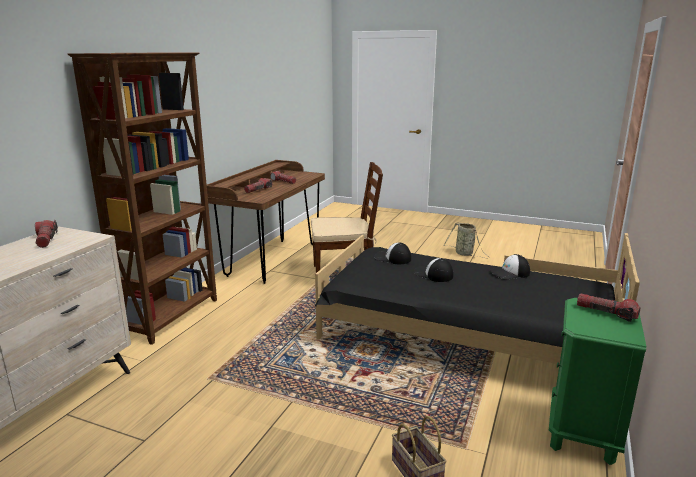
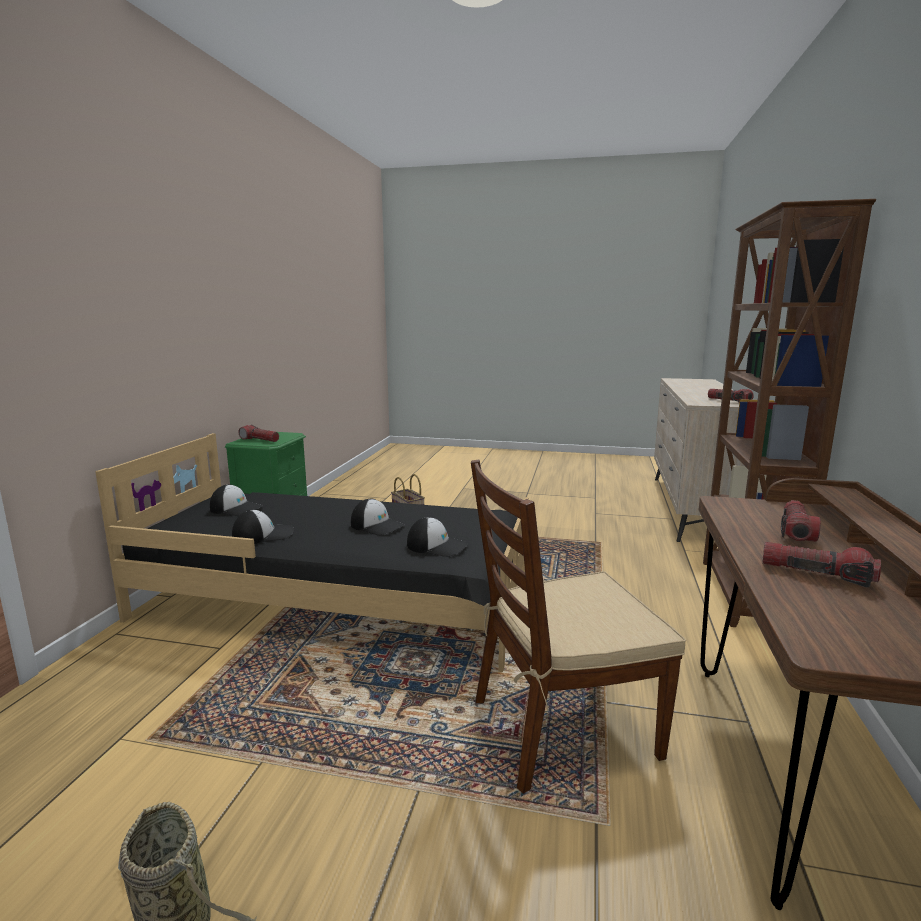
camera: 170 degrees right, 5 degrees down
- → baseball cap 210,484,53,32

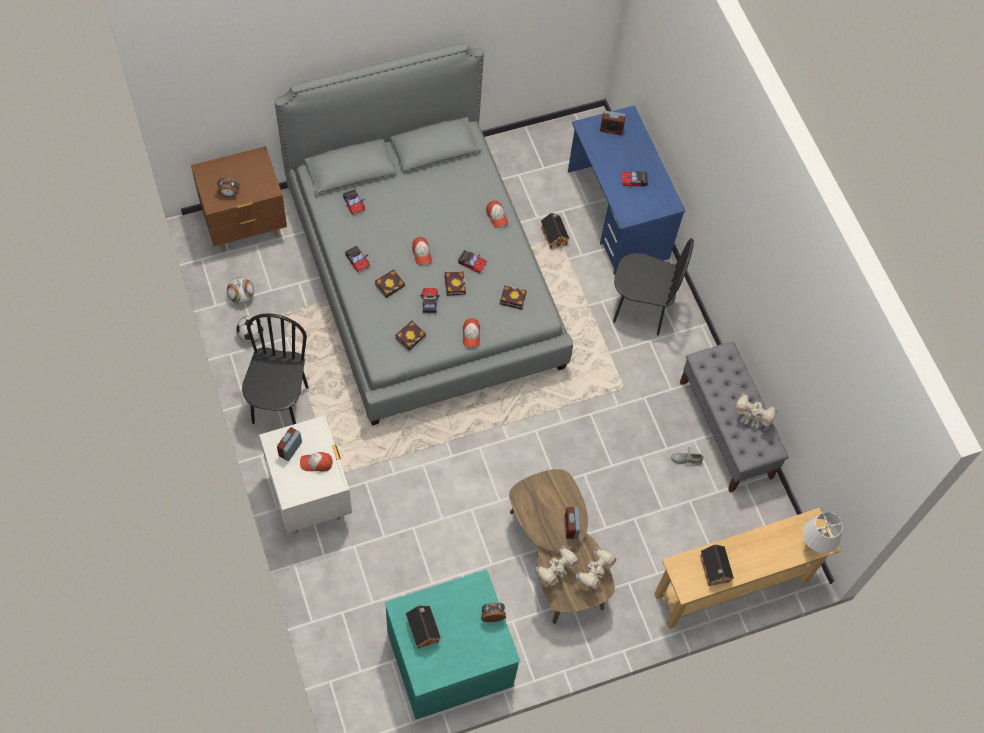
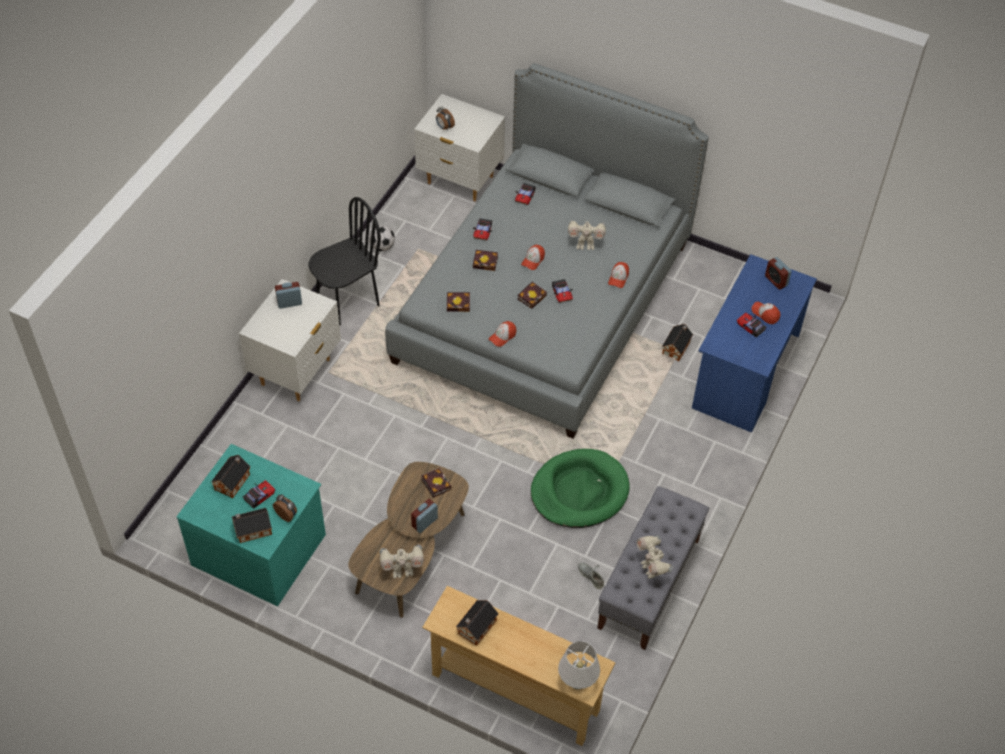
camera: 50 degrees right, 10 degrees down
brown night table 191,146,96,105 → whitish night table 414,94,91,107
football ball 227,277,27,27 → -
baseball cap 300,452,33,20 → baseball cap 752,302,28,22, moved
toy car 420,288,20,25 → toy car 243,480,32,29, moved
bound book 500,285,27,24 → bound book 421,468,30,30, moved
robot figure 535,546,44,40 → robot figure 568,220,38,30, moved
blackish chair 613,238,81,98 → -
- → miniature house 232,508,40,35
- → green pet bed 531,449,99,79

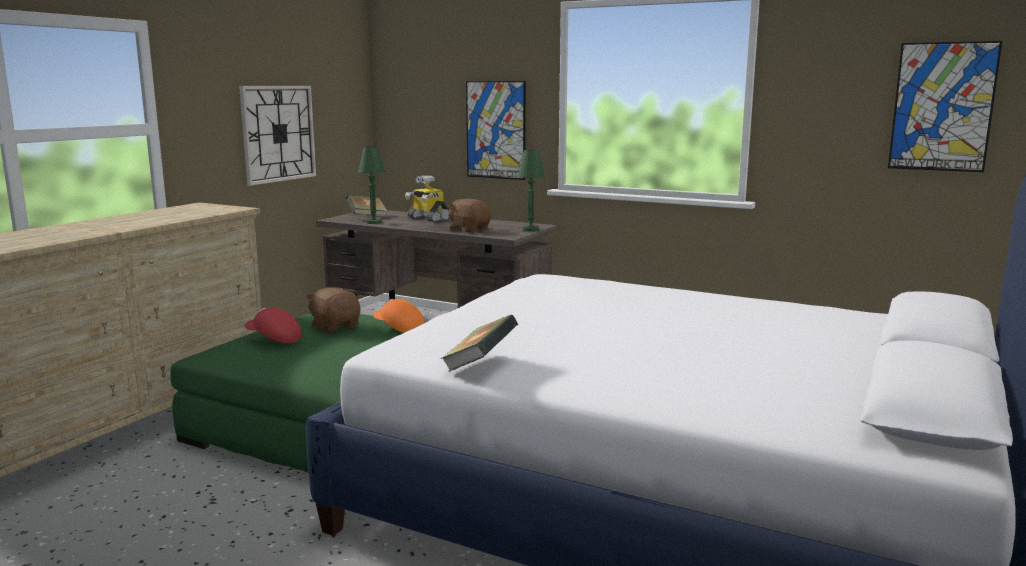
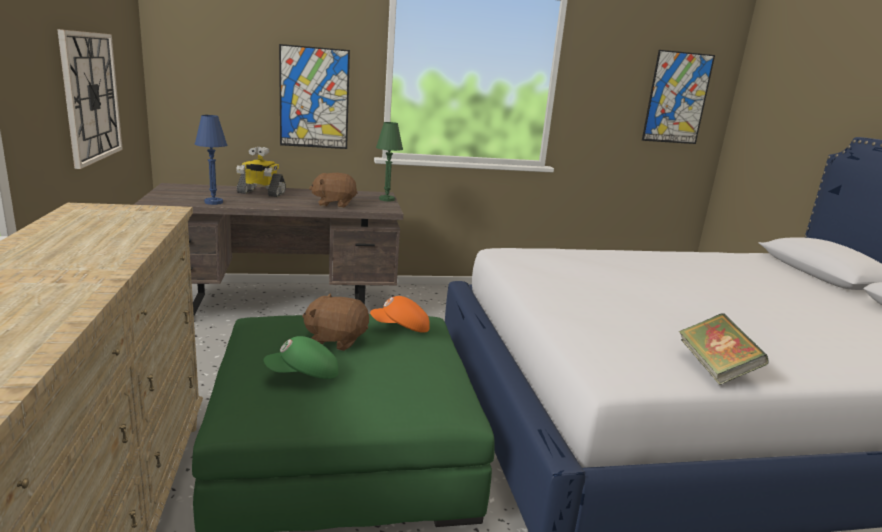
camera: 40 degrees left, 5 degrees up
red baseball cap 245,307,56,36 → green baseball cap 264,336,74,43
bound book 346,195,41,22 → -
green lamp for a table 358,146,27,78 → bluish lamp for a table 195,115,32,90

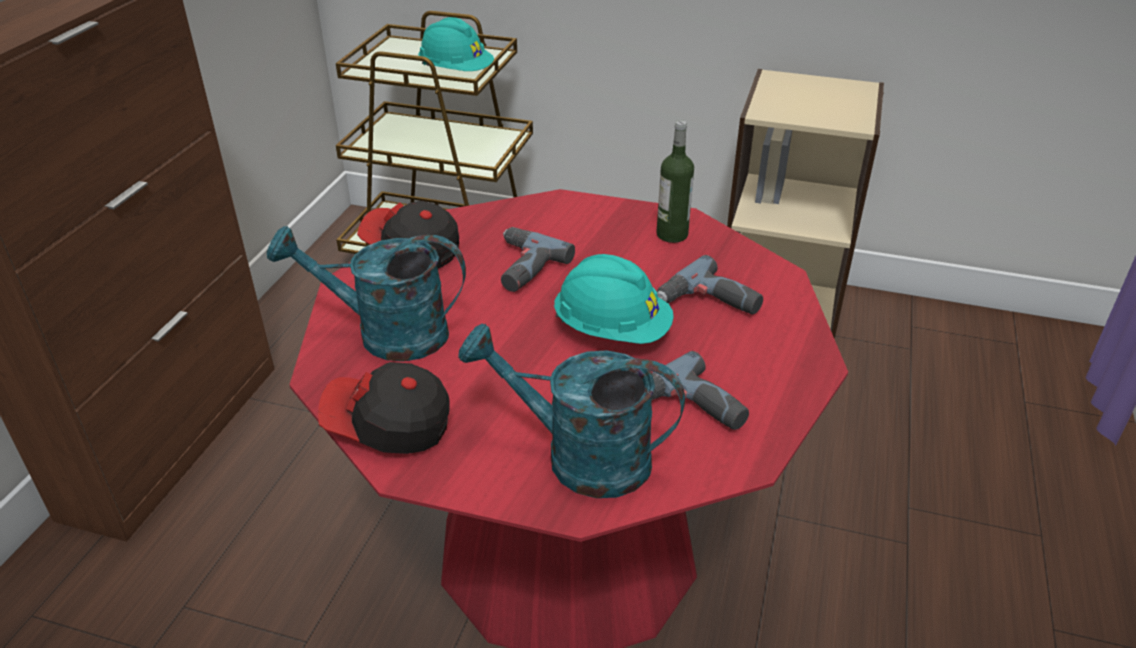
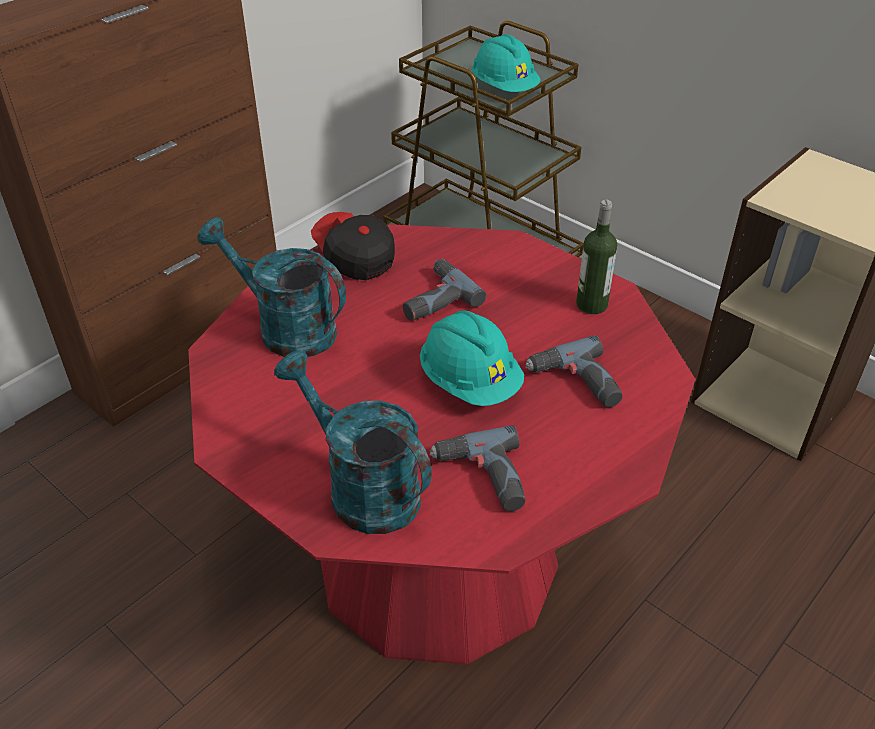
camera: 25 degrees right, 5 degrees up
baseball cap 318,362,132,92 → -

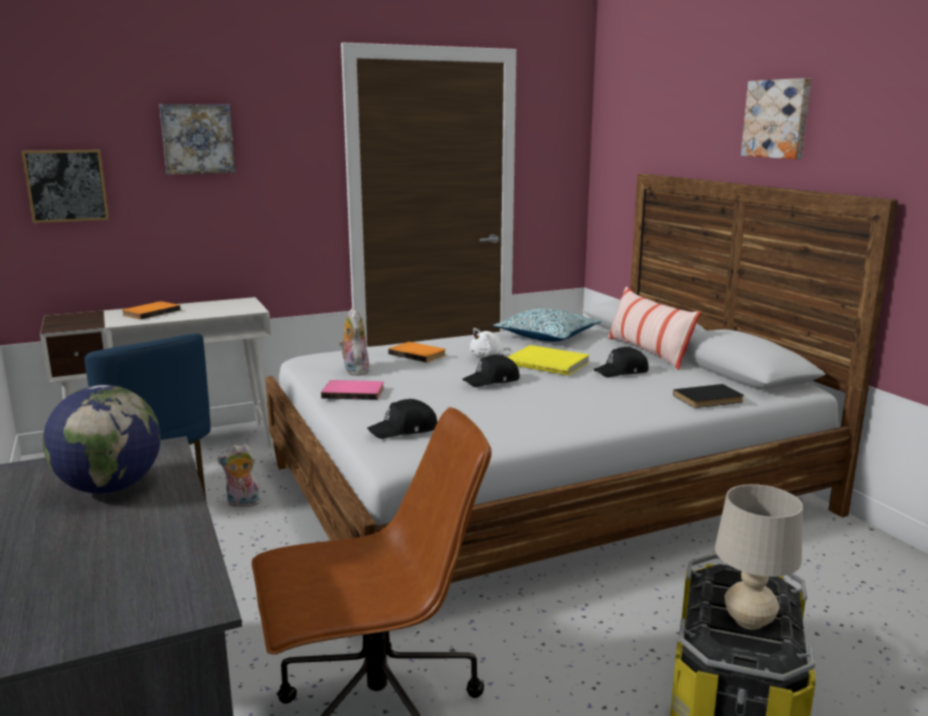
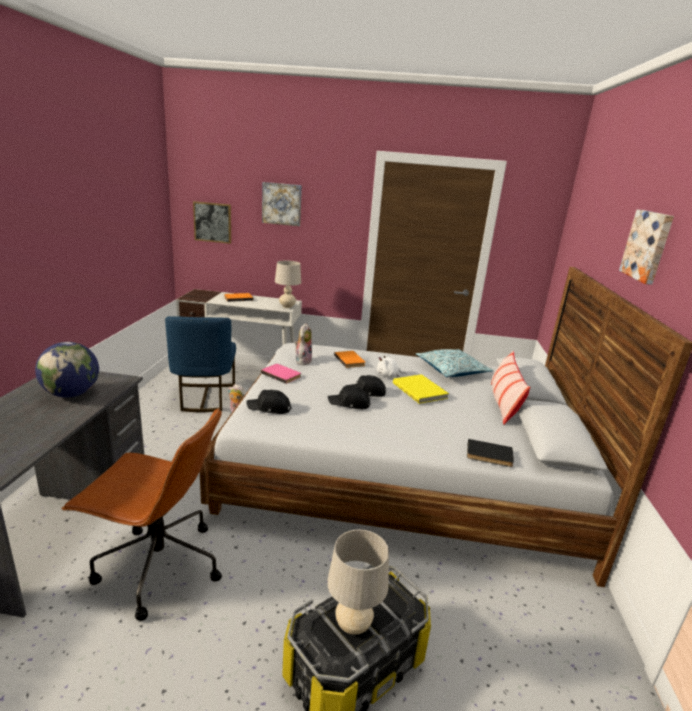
camera: 30 degrees right, 5 degrees up
blackish baseball cap 594,347,55,30 → blackish baseball cap 328,386,43,23, moved
- → beige lamp for a table 275,260,26,48

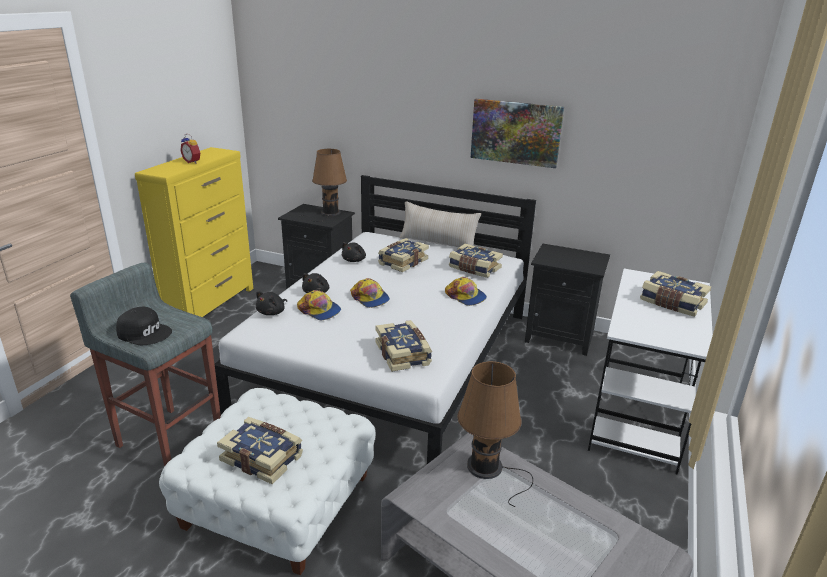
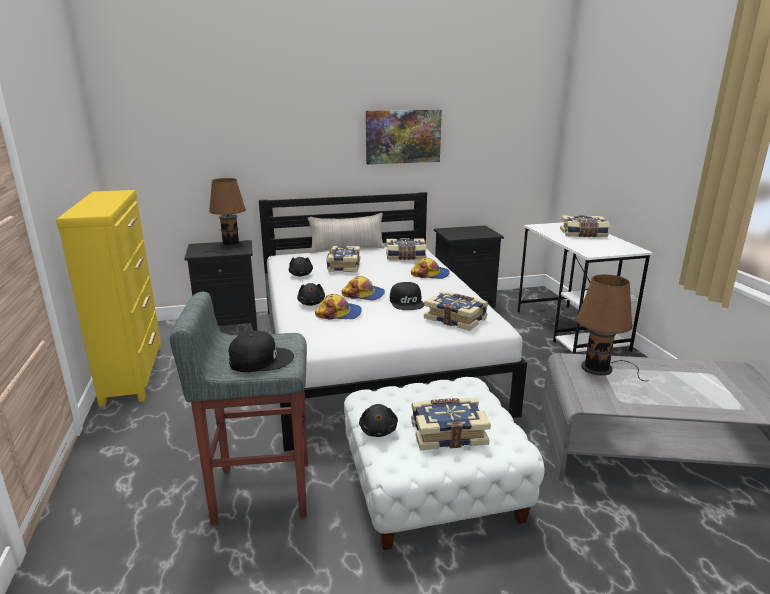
camera: 35 degrees left, 5 degrees down
table clock 180,134,20,29 → -
blackish plush toy 256,291,31,24 → blackish plush toy 359,404,39,33, moved
- → blackish baseball cap 390,282,34,28

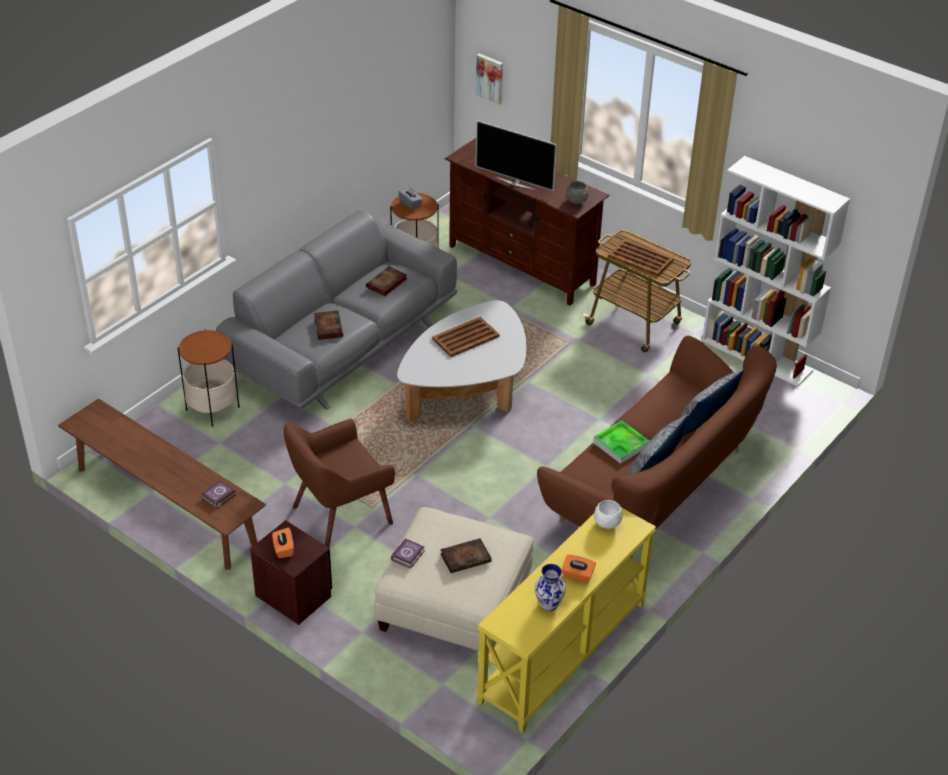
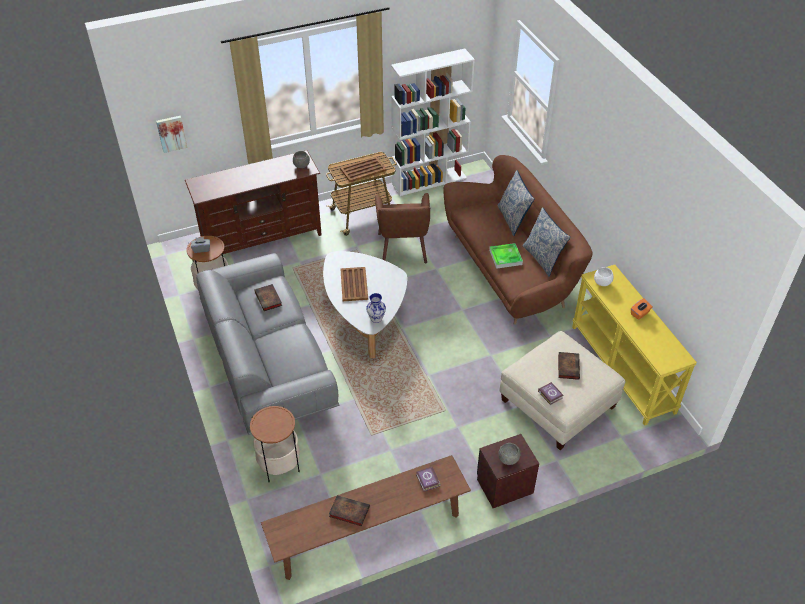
camera: 60 degrees left, 5 degrees up
orange-coloured tissue holder 272,527,22,31 → greyish bowl 498,443,23,22
brown lounge chair 284,419,111,128 → brown lounge chair 375,193,55,71, moved
bound book 314,310,29,30 → bound book 329,495,41,31, moved
TV 475,120,82,71 → -
vase 535,564,31,47 → vase 366,293,20,30, moved

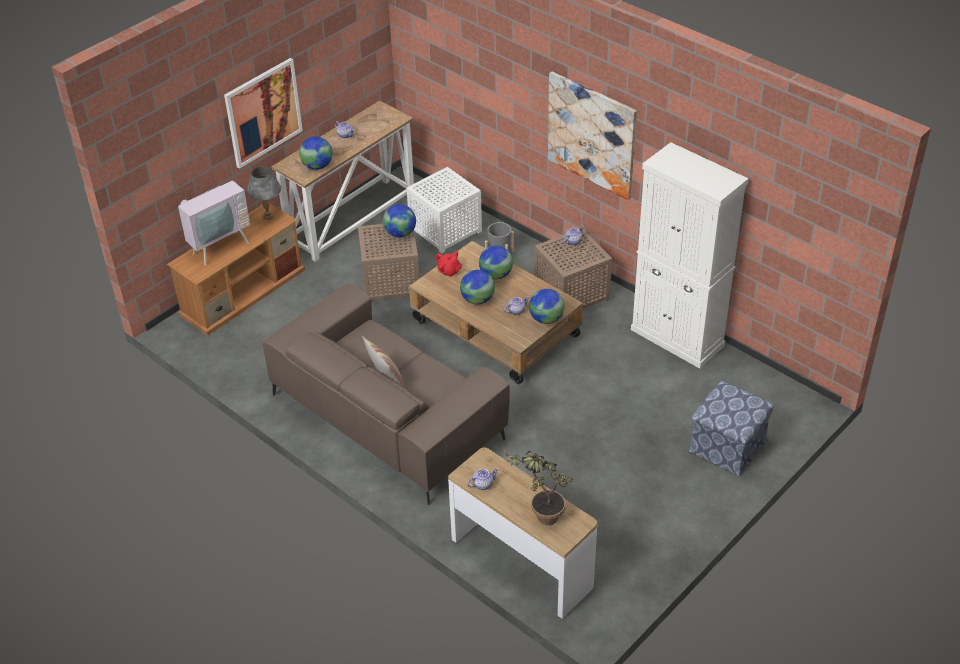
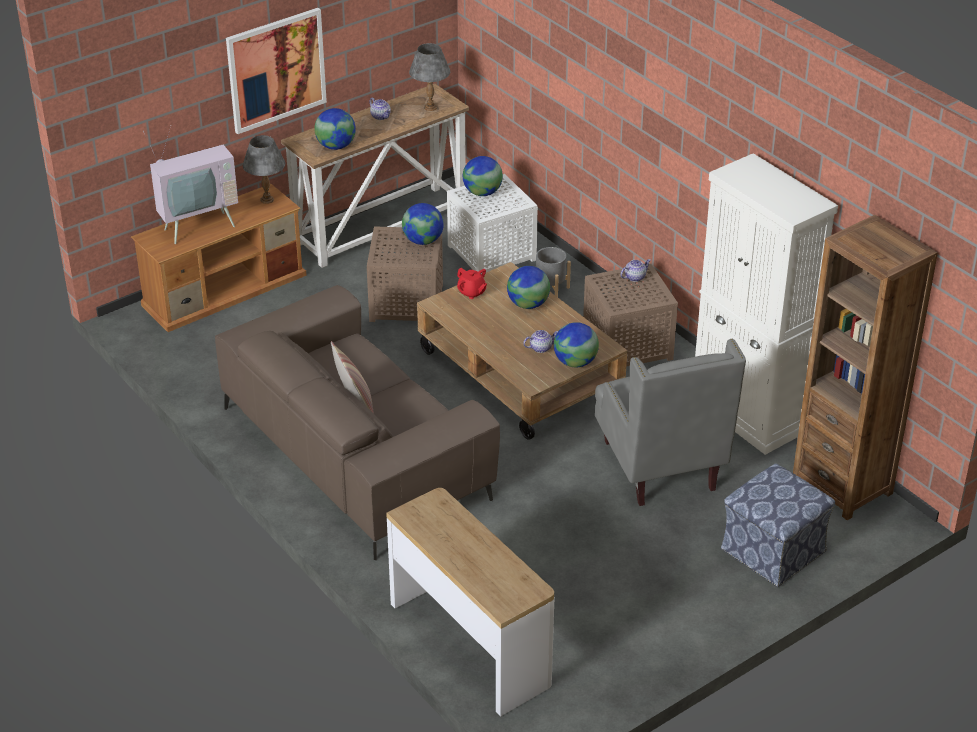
camera: 10 degrees right, 5 degrees down
globe 460,270,35,35 → globe 463,156,40,40, moved
tea pot 467,468,32,22 → -
houseplant 504,450,69,75 → -
wall art 548,72,89,128 → -
- → greyish lamp for a table 409,43,41,68
- → greyish lounge chair 595,339,151,167
- → brown bookcase 793,215,145,305

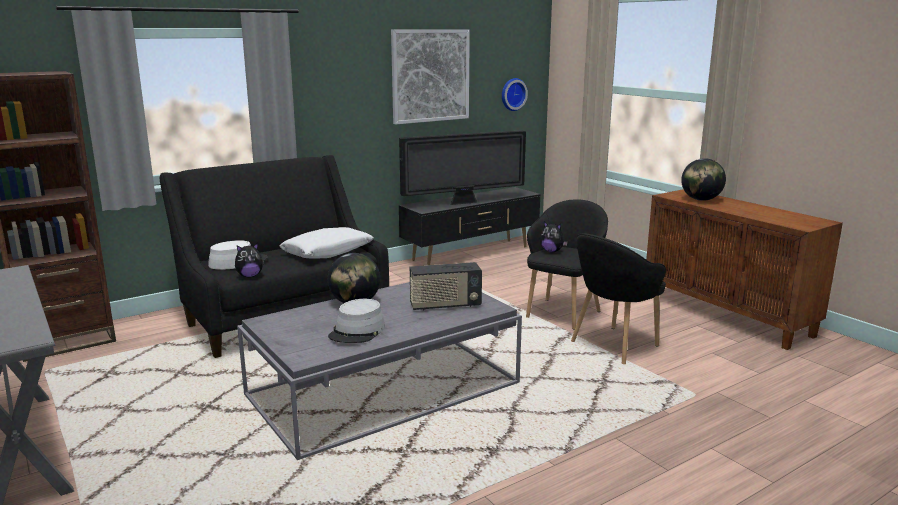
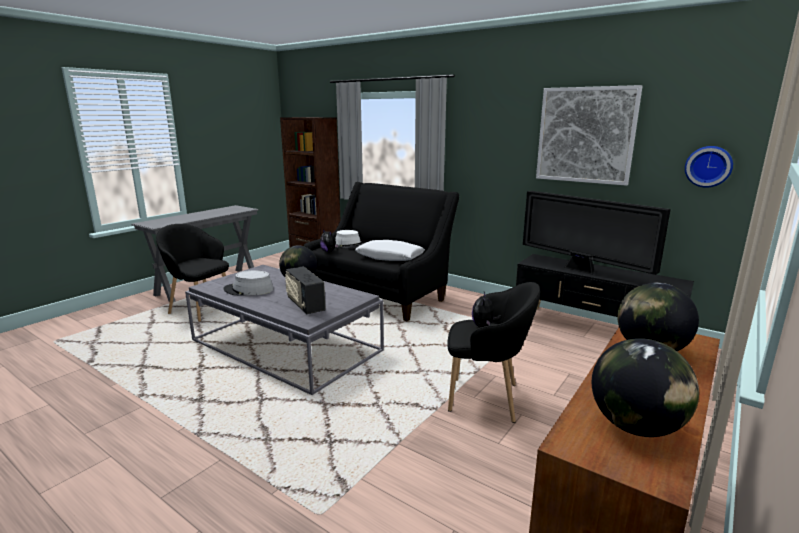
camera: 70 degrees right, 0 degrees up
blackish lounge chair 571,233,95,131 → blackish lounge chair 156,224,73,98, moved
- → globe 592,338,107,99

